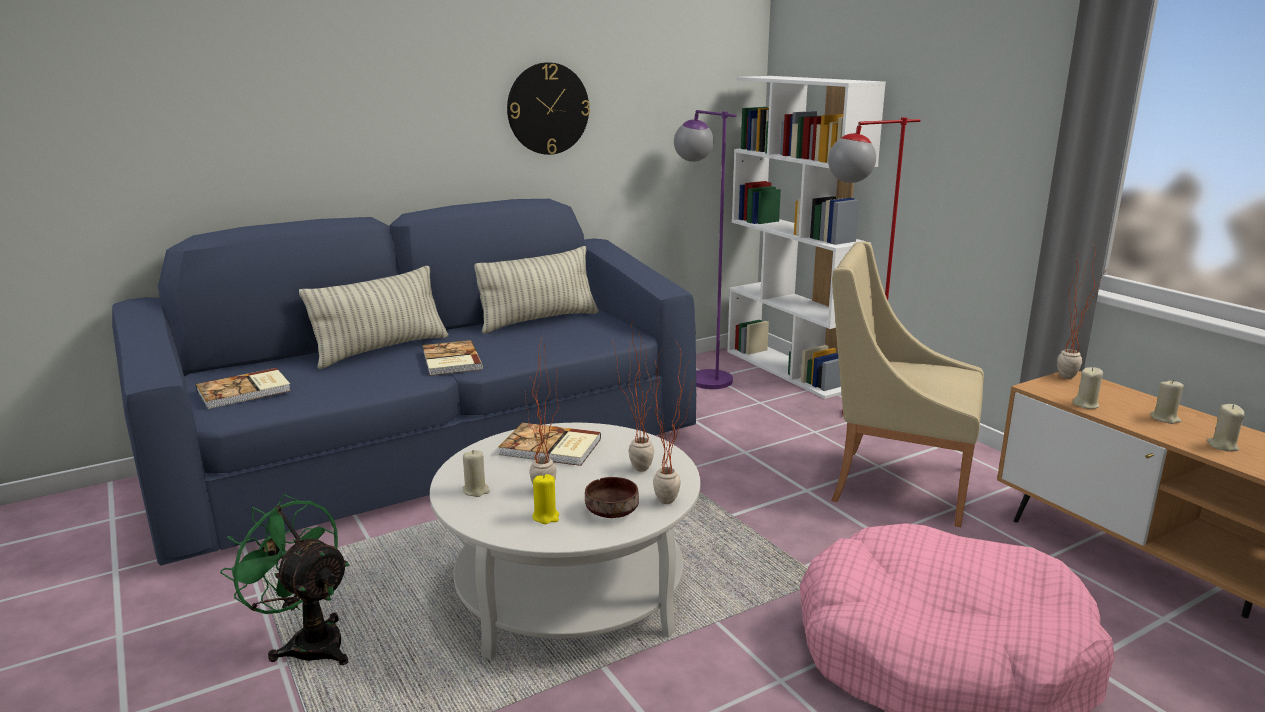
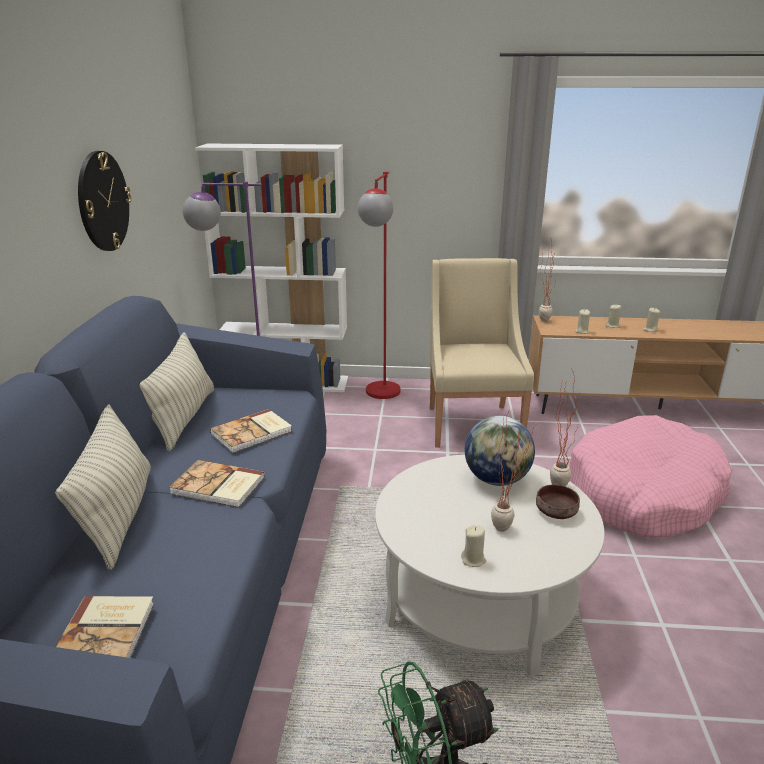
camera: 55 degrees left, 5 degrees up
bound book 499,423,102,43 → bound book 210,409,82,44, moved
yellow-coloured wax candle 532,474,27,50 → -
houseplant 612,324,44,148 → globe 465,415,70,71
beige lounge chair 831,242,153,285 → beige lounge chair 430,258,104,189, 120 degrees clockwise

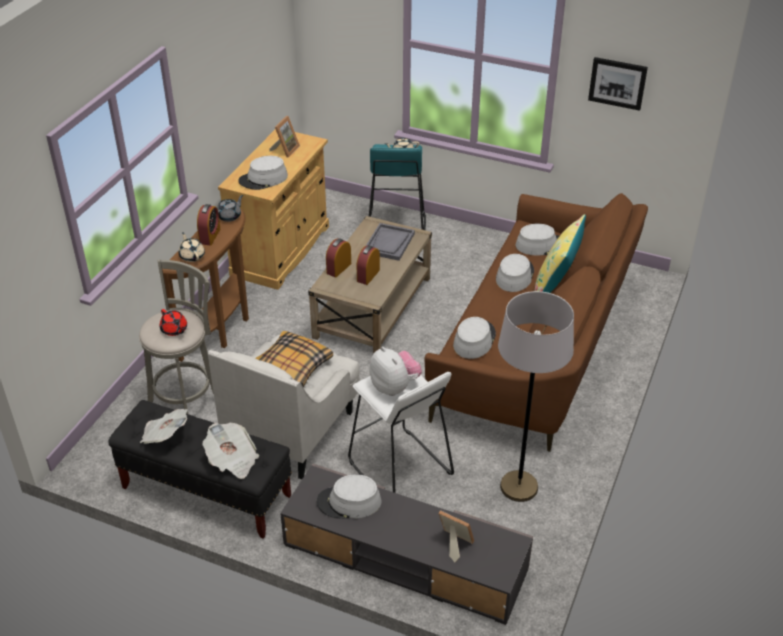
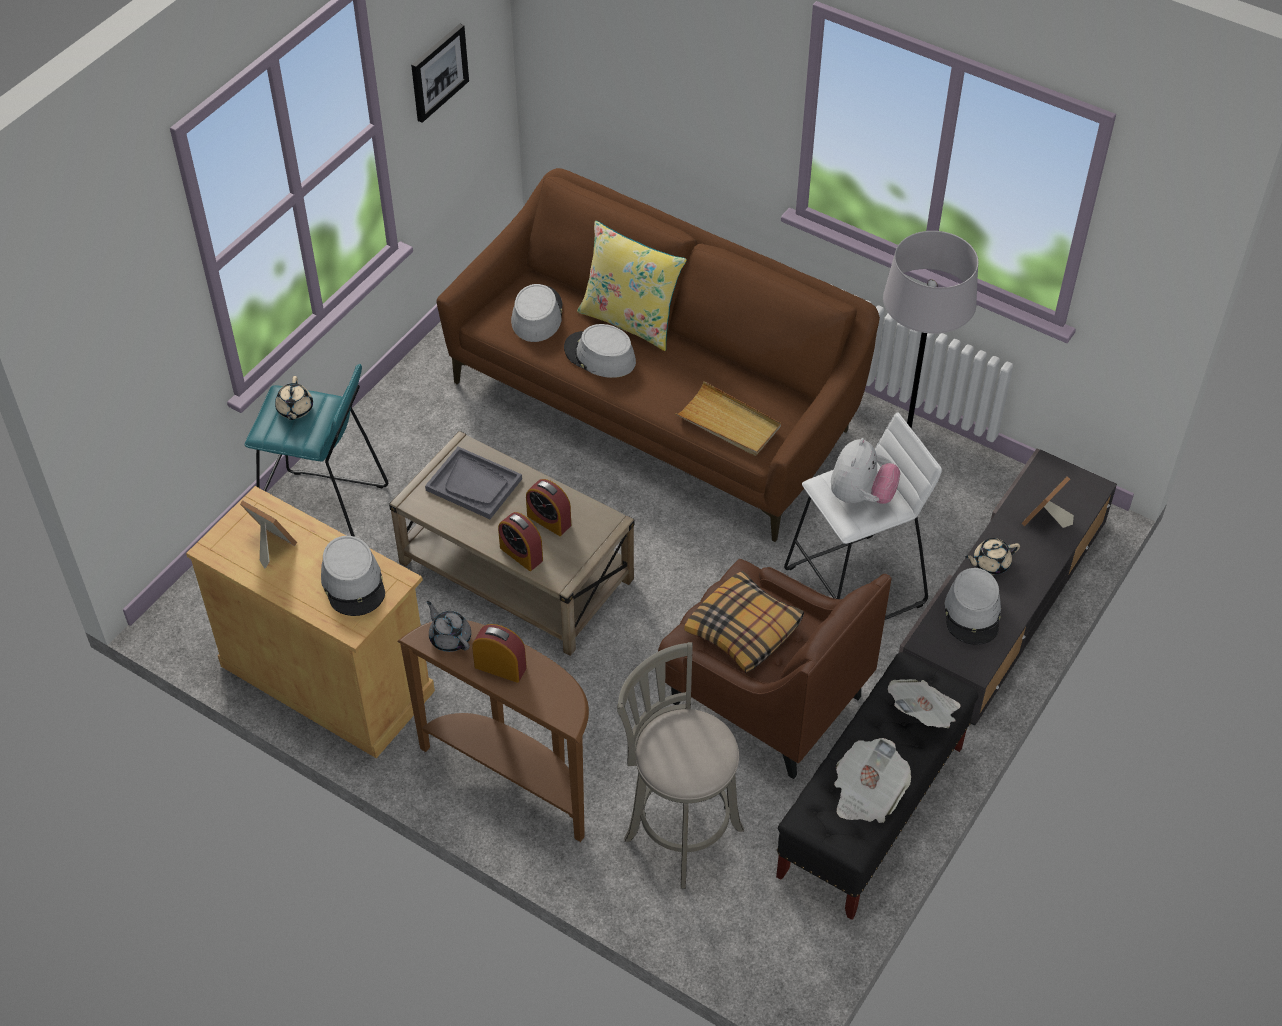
camera: 80 degrees left, 10 degrees up
red tea pot 160,309,27,27 → -
beige tea pot 179,232,26,30 → beige tea pot 965,538,55,37, moved
whitish lounge chair 208,335,152,144 → brown lounge chair 658,559,233,220
plush toy 369,346,53,50 → plush toy 831,438,69,66, 135 degrees clockwise
greyish hat 453,317,43,42 → beige serving tray 675,381,106,75

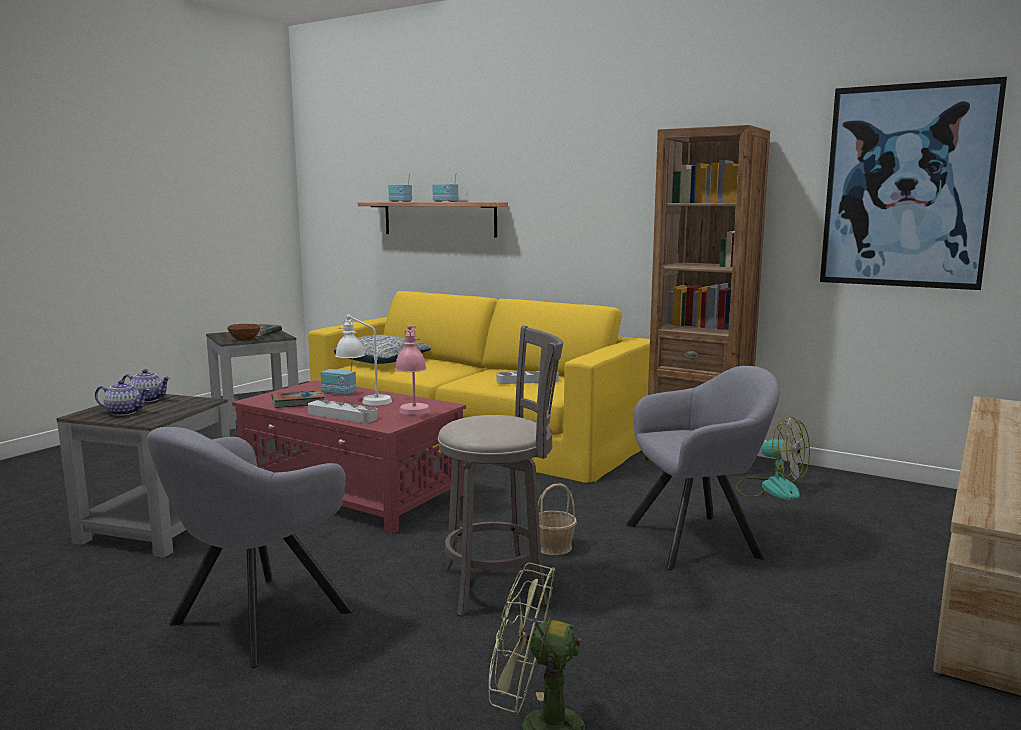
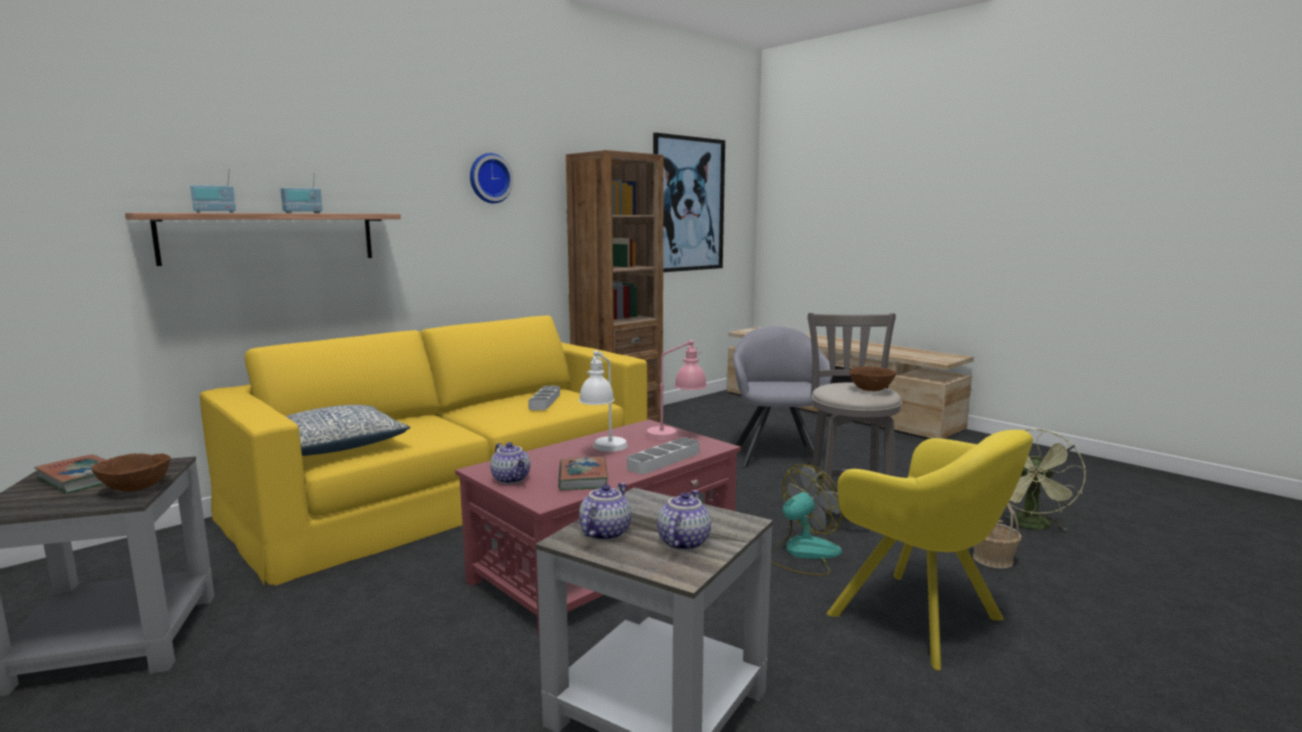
camera: 75 degrees left, 0 degrees up
greyish lounge chair 147,427,206,241 → yellow-coloured lounge chair 827,430,206,241
radio receiver 321,358,35,37 → -
storage basket 538,483,39,72 → storage basket 973,503,49,66, moved
fan 736,417,74,83 → fan 771,464,72,112, moved
- → wall clock 470,153,44,50
- → tea pot 490,442,40,42
- → brown bowl 849,366,47,25

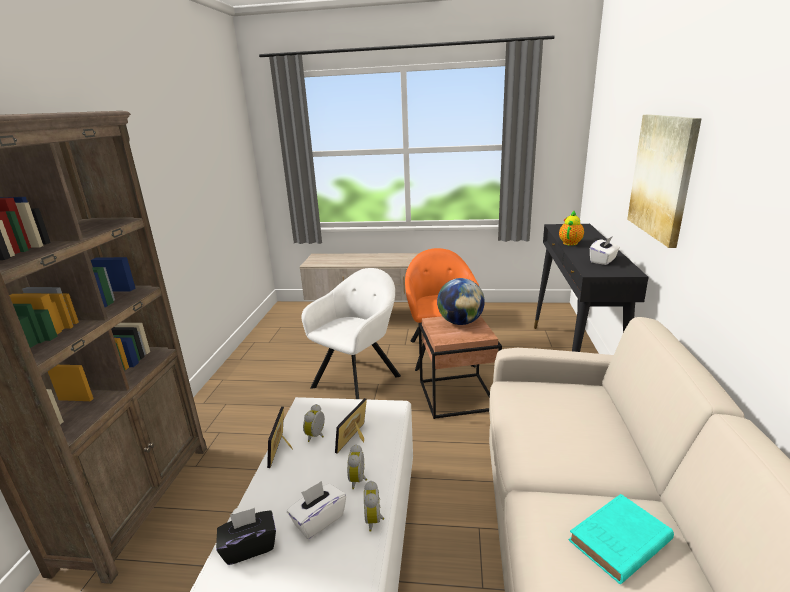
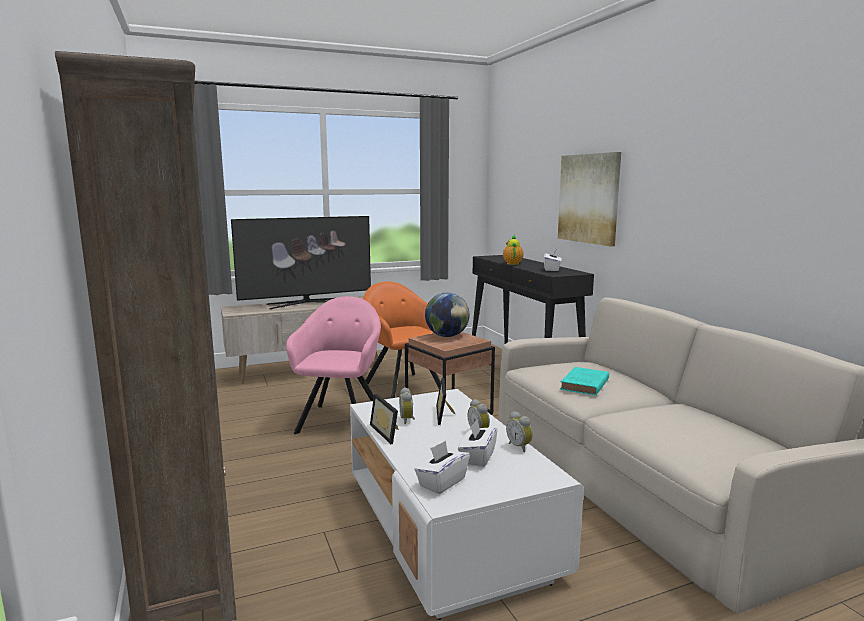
camera: 30 degrees left, 10 degrees down
blackish tissue holder 216,508,60,57 → whitish tissue holder 414,441,56,53
whitish lounge chair 301,268,100,131 → pink-coloured lounge chair 286,296,95,138
turquoise bound book 569,494,105,90 → turquoise bound book 560,367,49,29, moved
- → TV 231,216,140,93

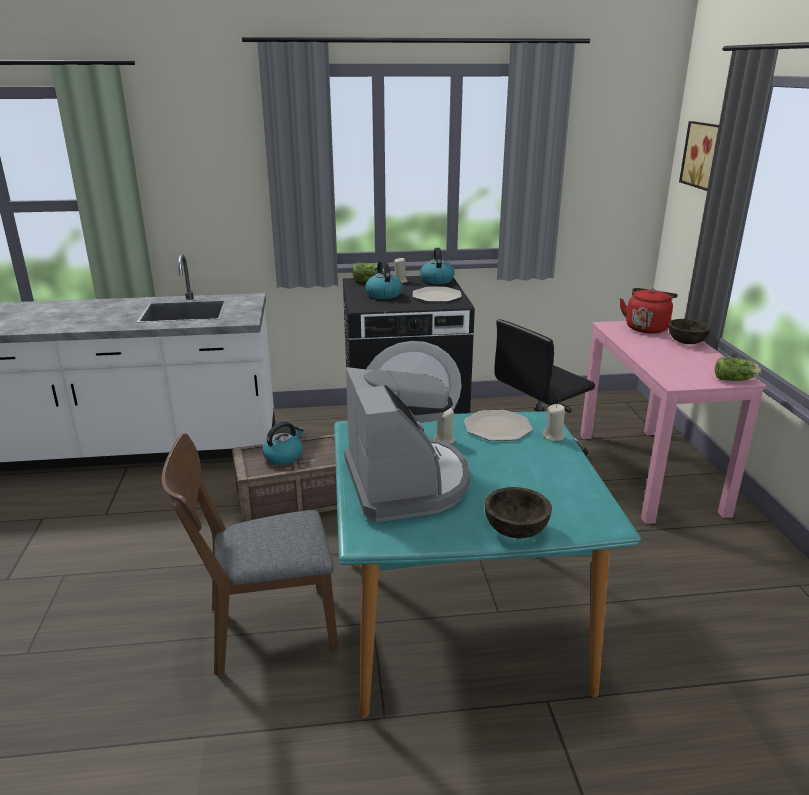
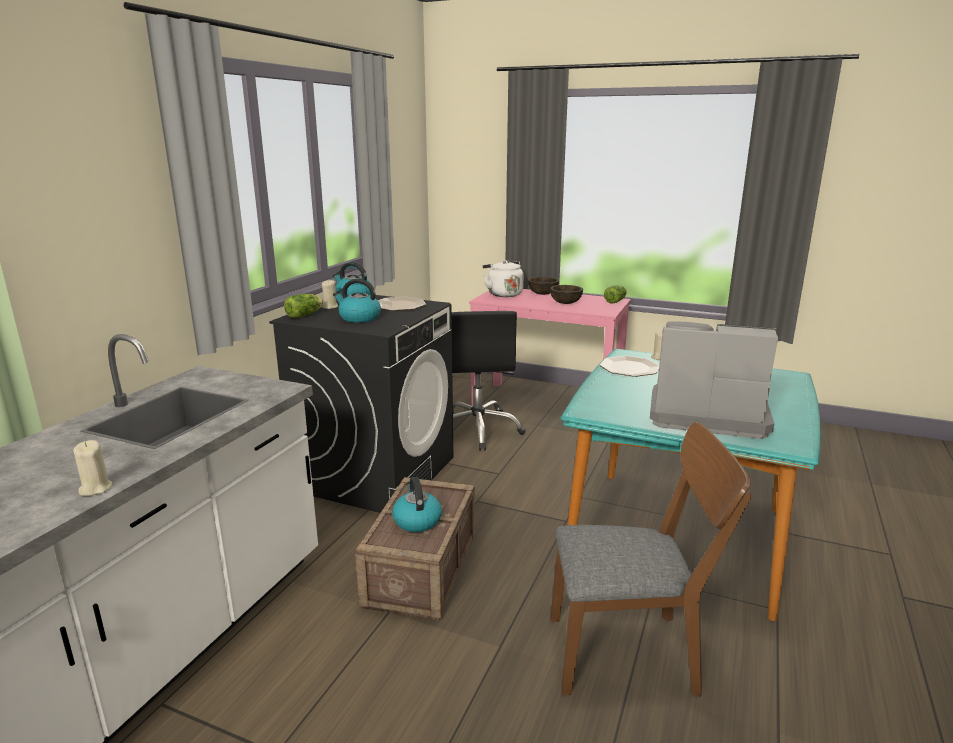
camera: 60 degrees left, 5 degrees down
brown chair 162,434,177,243 → brown chair 551,422,201,275, 105 degrees counterclockwise
beige wax candle 434,408,21,36 → beige wax candle 73,440,39,56, moved
brown bowl 485,487,67,52 → brown bowl 550,285,33,19, moved
red kettle 620,288,58,46 → whitish kettle 483,260,41,37
wall art 679,121,40,70 → -

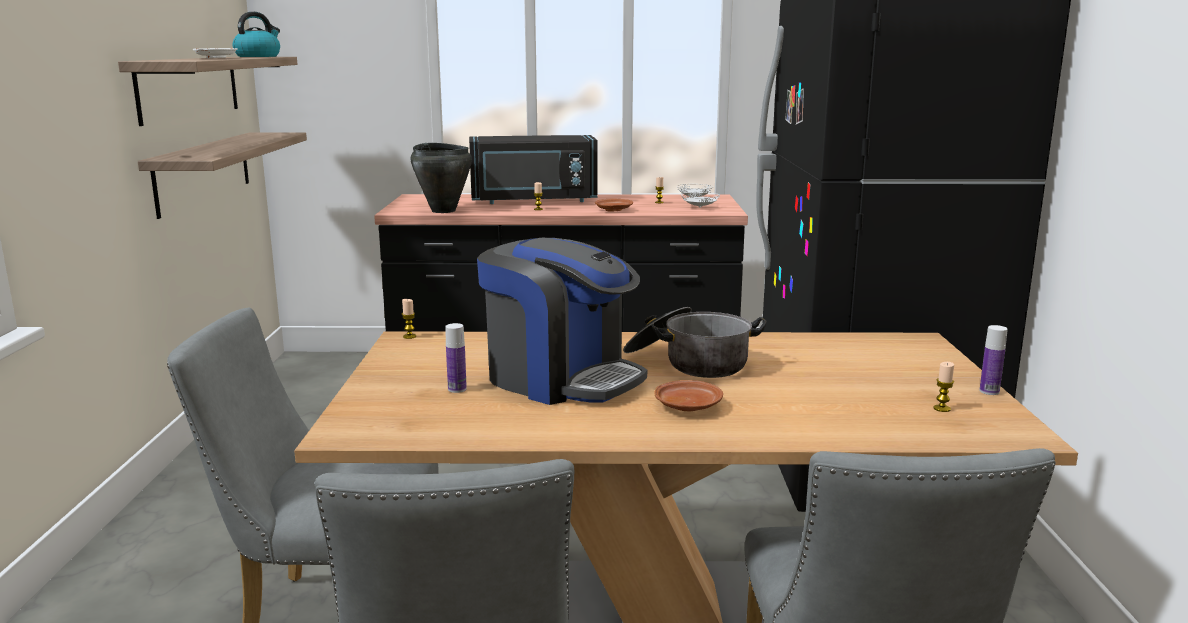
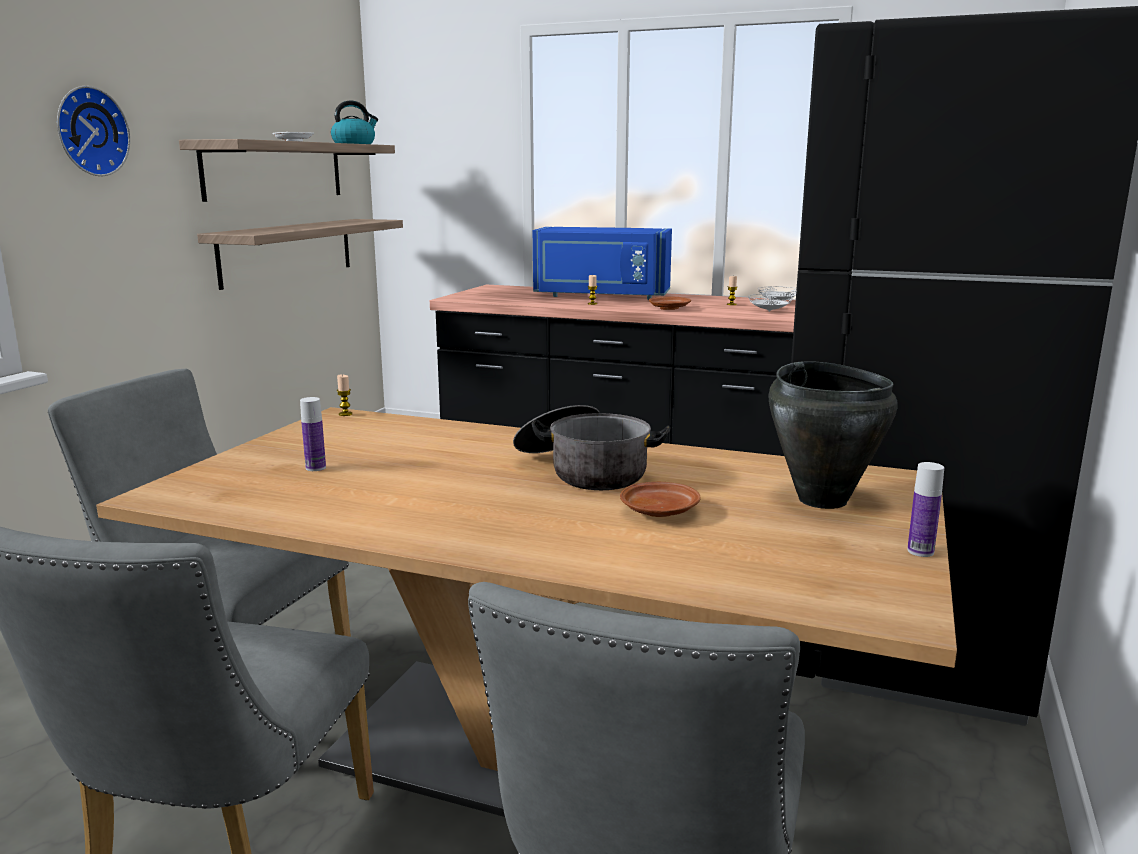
camera: 20 degrees right, 0 degrees up
blackish stockpot 411,143,61,70 → blackish stockpot 768,361,129,148, moved
blackish microwave oven 469,135,129,69 → bluish microwave oven 533,227,139,73
coffee maker 477,238,170,167 → -
brown dinner plate 654,380,69,31 → brown dinner plate 620,482,81,35, moved
wax candle 933,362,21,50 → -
- → wall clock 57,86,73,90

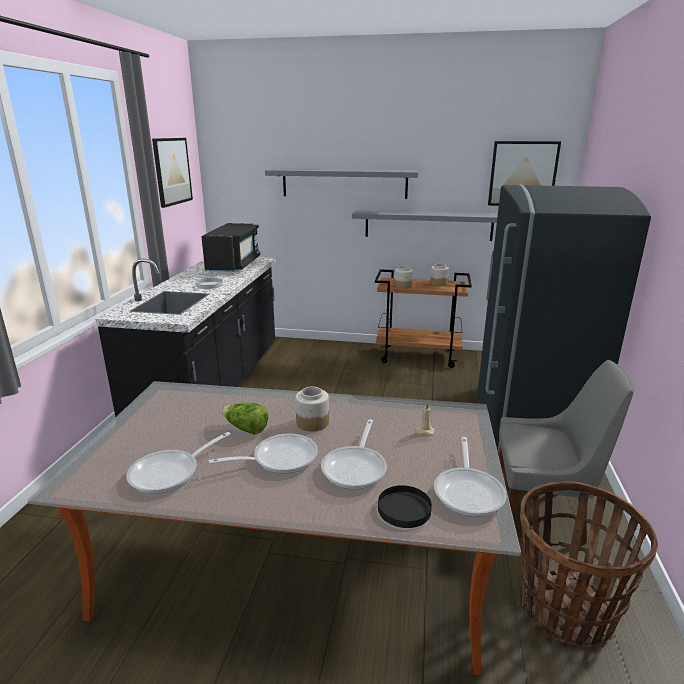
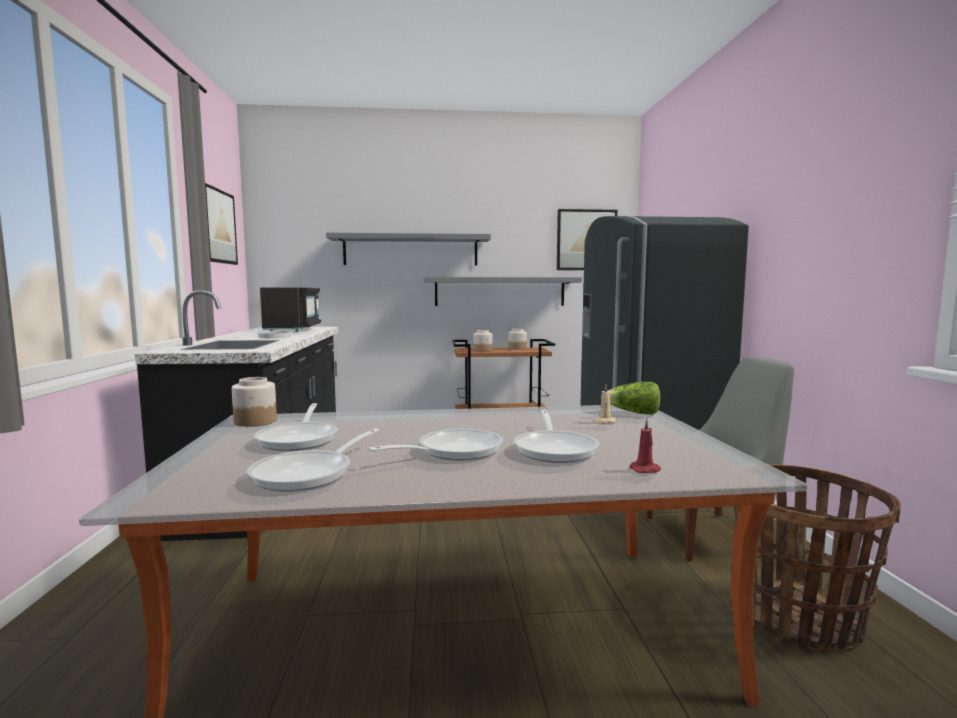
camera: 15 degrees left, 15 degrees down
head of lettuce 221,403,47,32 → head of lettuce 601,382,59,33, moved
jar 295,386,34,45 → jar 232,377,45,50, moved
blackish dinner plate 378,485,54,43 → red wax candle 629,419,32,54
frying pan 434,437,73,80 → frying pan 254,403,84,48, moved

